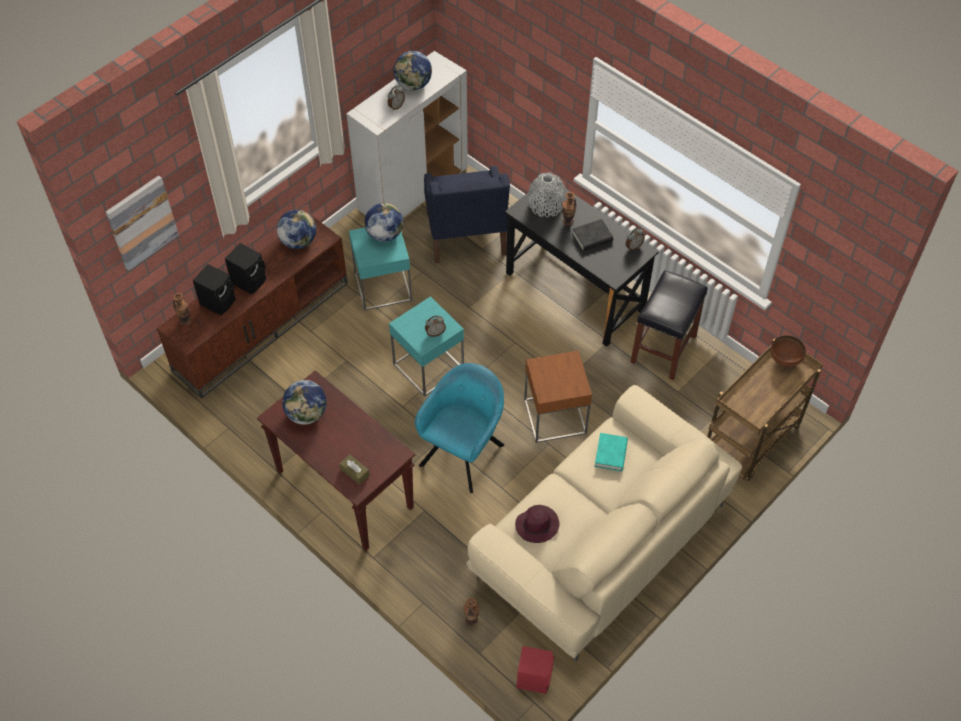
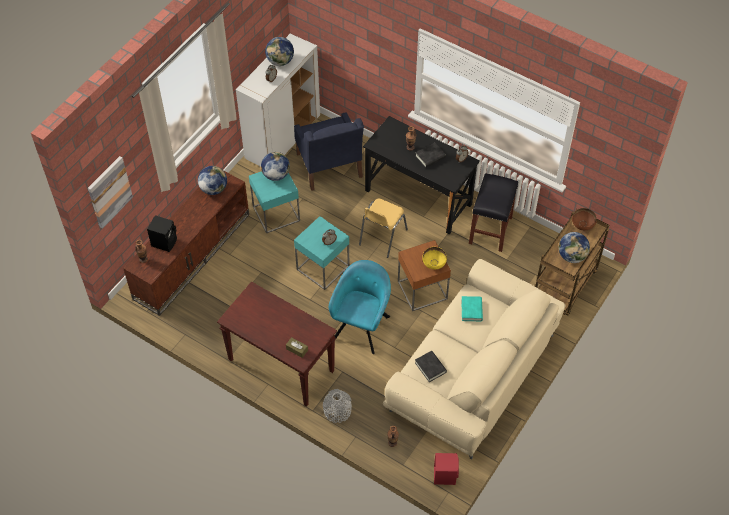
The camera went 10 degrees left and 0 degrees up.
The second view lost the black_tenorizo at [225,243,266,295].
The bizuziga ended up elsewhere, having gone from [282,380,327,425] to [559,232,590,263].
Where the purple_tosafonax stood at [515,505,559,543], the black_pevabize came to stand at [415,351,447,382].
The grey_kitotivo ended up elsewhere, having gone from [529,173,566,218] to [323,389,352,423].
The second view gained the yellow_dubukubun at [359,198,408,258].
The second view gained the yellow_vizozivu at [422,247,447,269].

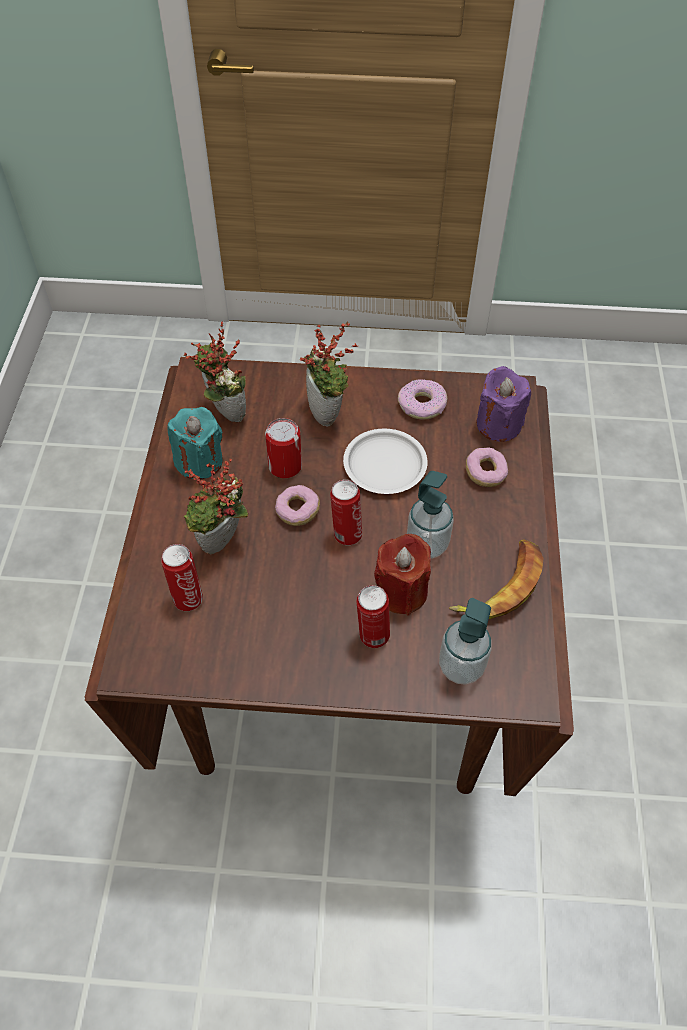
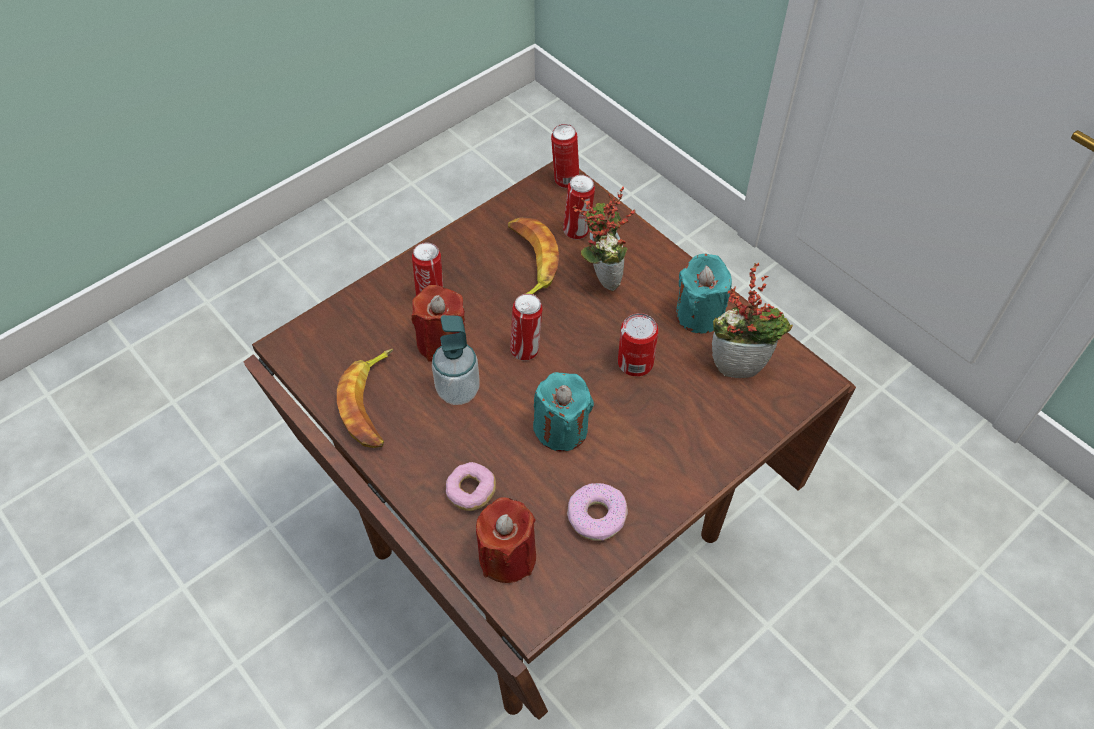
The camera went 135 degrees right and 0 degrees up.
The second view lost the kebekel at [275,485,320,526].
The second view lost the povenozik at [300,321,358,427].
Where the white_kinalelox stood at [343,429,427,494], the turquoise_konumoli came to stand at [533,372,594,451].
The second view lost the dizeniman at [439,598,492,685].
What was the purple_konumoli at [477,366,531,442] turned into the red_konumoli at [476,497,536,583].
The second view gained the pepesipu at [508,217,559,294].
The second view gained the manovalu at [551,124,579,188].

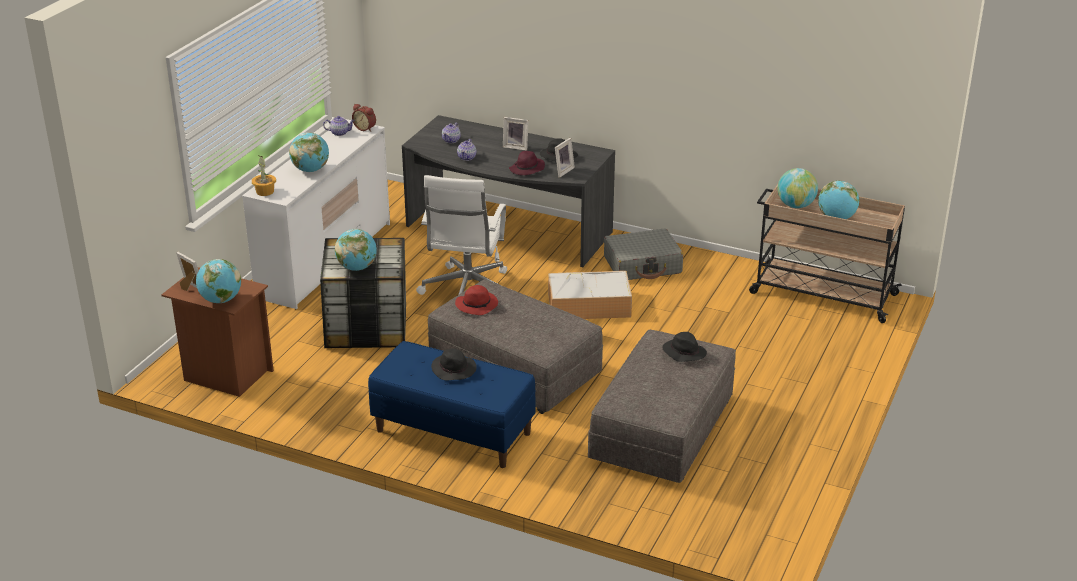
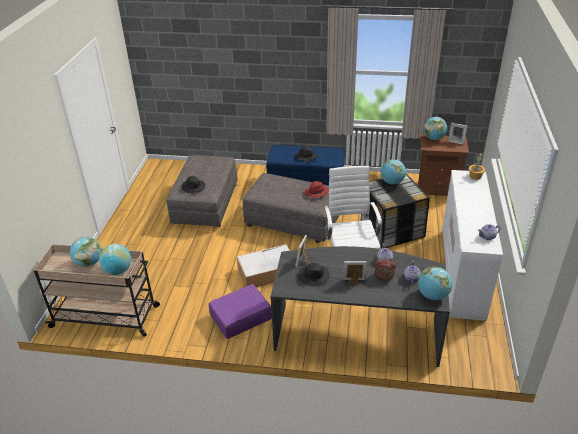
The camera went 165 degrees right and 5 degrees up.
The bizuziga ended up elsewhere, having gone from [289,132,329,172] to [418,267,452,300].
The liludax ended up elsewhere, having gone from [352,104,376,132] to [375,259,396,280].
The second view lost the purple_tosafonax at [509,151,545,175].
What was the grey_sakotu at [604,228,683,280] turned into the purple_sakotu at [208,284,272,339].

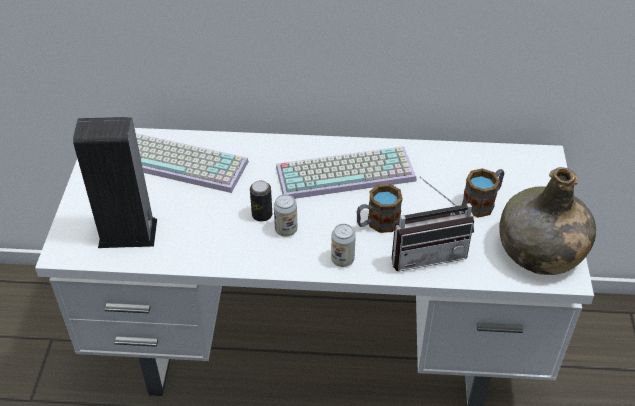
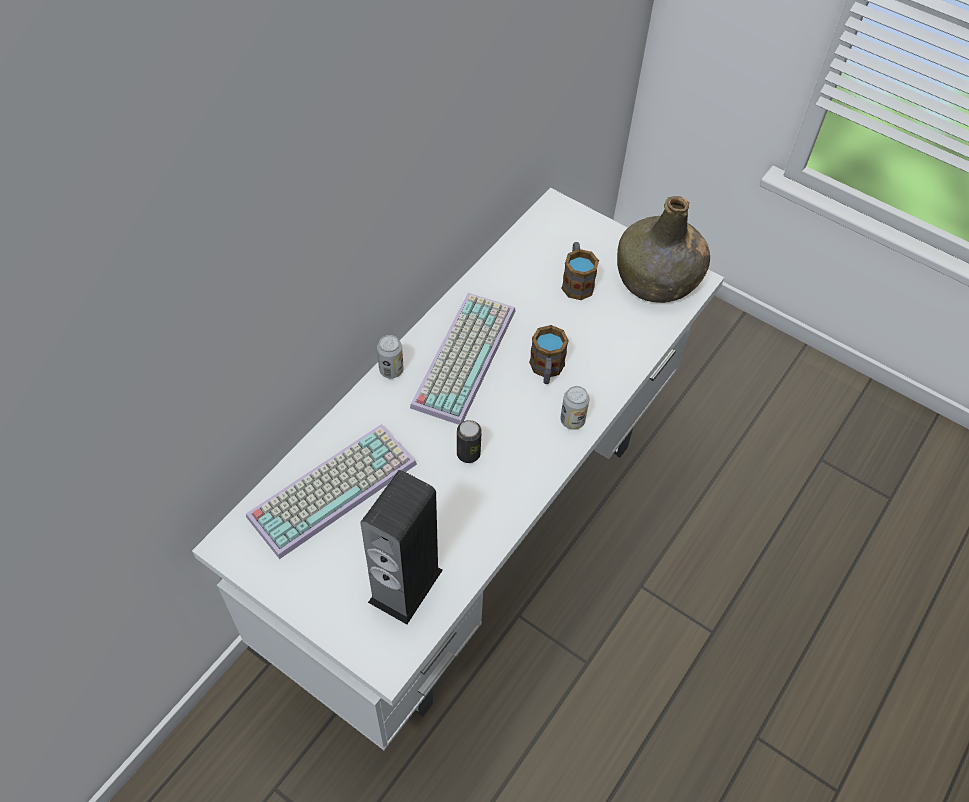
The camera went 60 degrees left and 10 degrees up.
The manovalu ended up elsewhere, having gone from [274,194,297,237] to [377,335,403,379].
The second view lost the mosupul at [392,177,474,272].

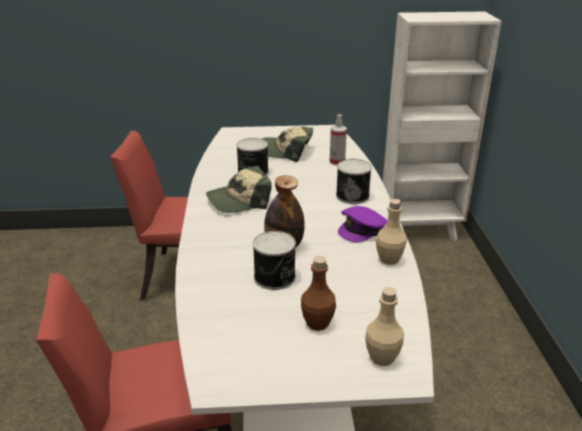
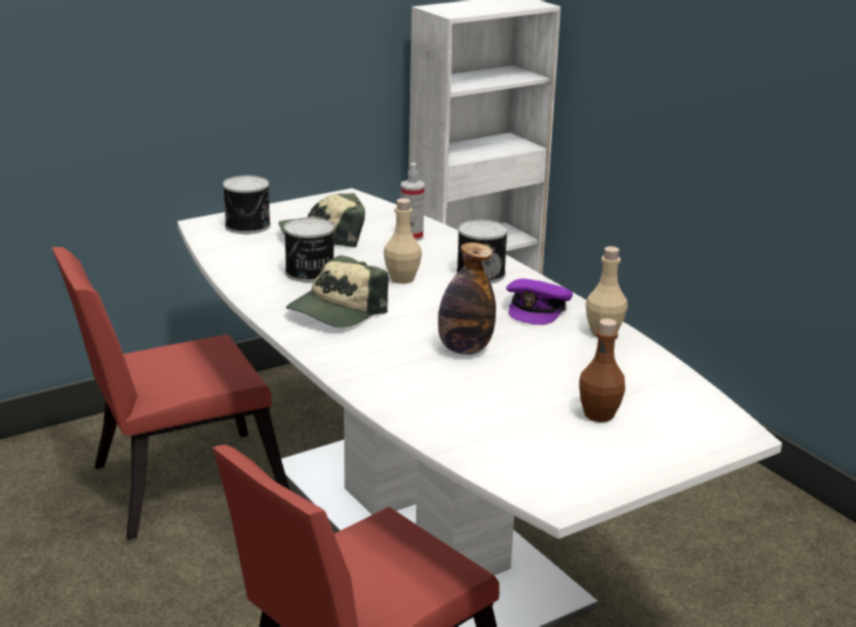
The camera went 30 degrees left and 5 degrees down.
The manovalu ended up elsewhere, having gone from [253,231,296,290] to [223,175,271,234].
The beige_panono ended up elsewhere, having gone from [365,287,404,366] to [384,198,422,284].

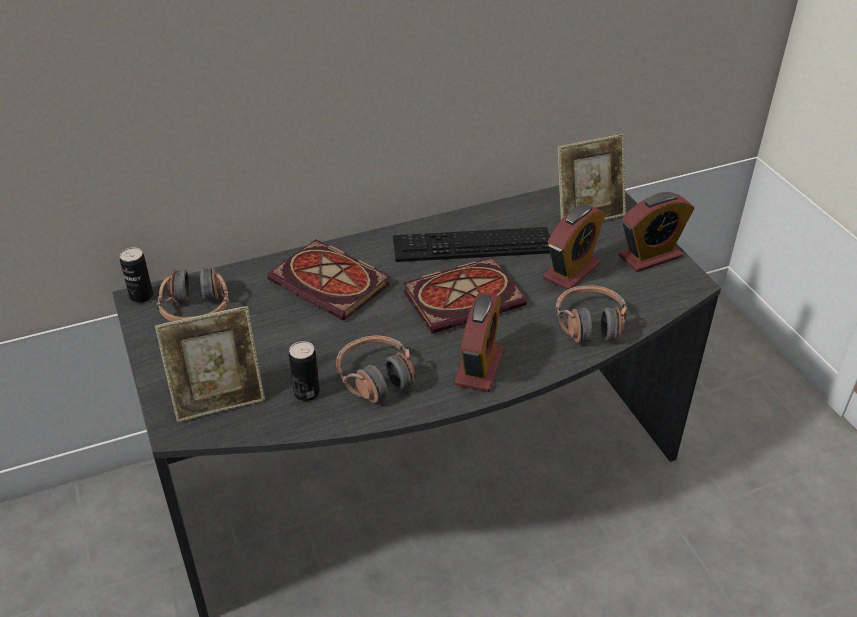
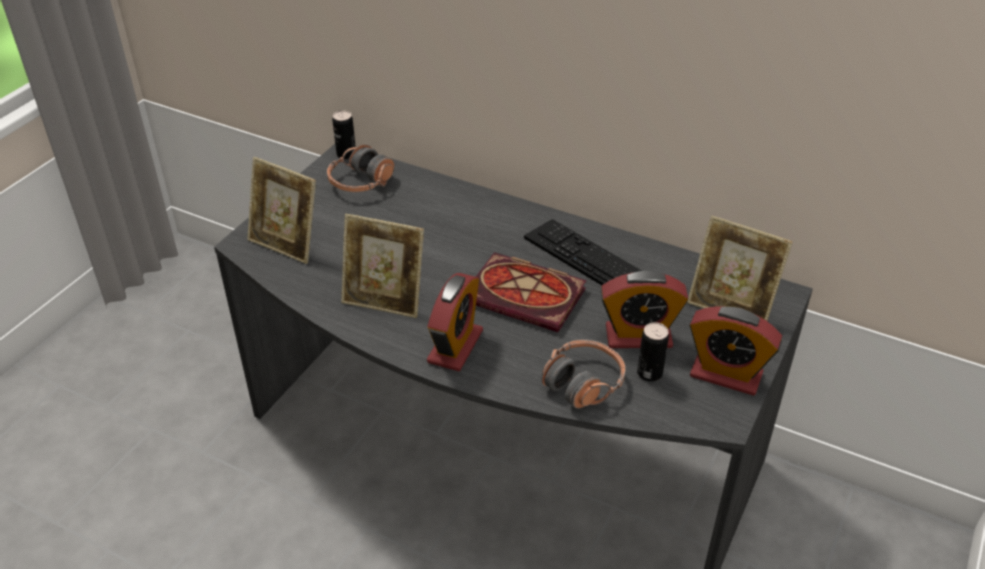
The camera went 50 degrees right and 0 degrees up.
The second view lost the pevabize at [267,239,390,320].
The manovalu ended up elsewhere, having gone from [289,341,320,401] to [637,322,669,381].
Where the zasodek stood at [336,336,415,403], the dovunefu came to stand at [341,214,424,318].
The liludax at [454,292,504,392] ended up facing another way, 45 degrees counterclockwise from before.

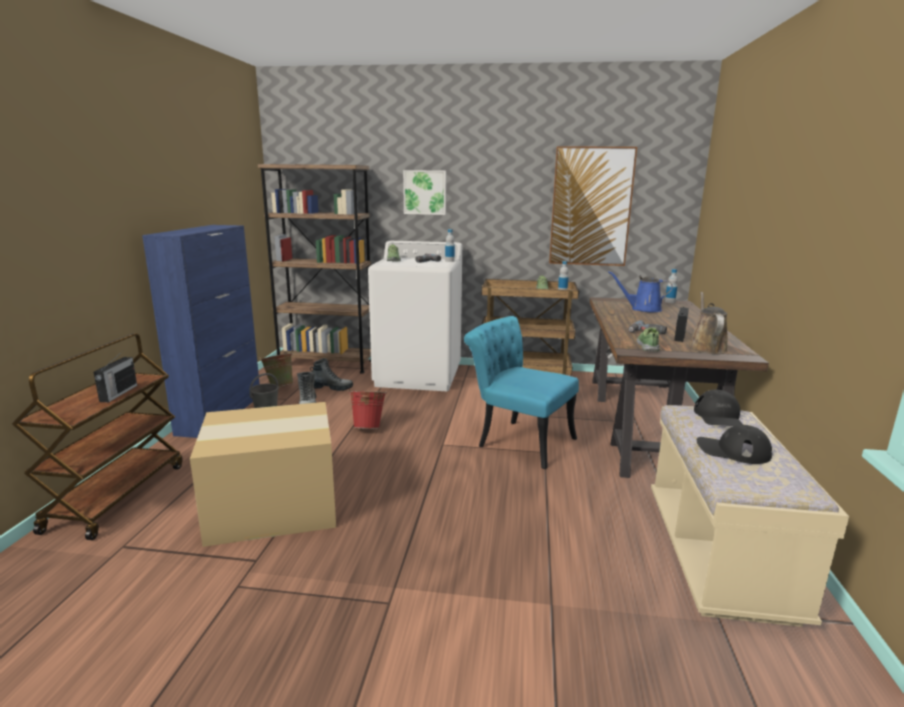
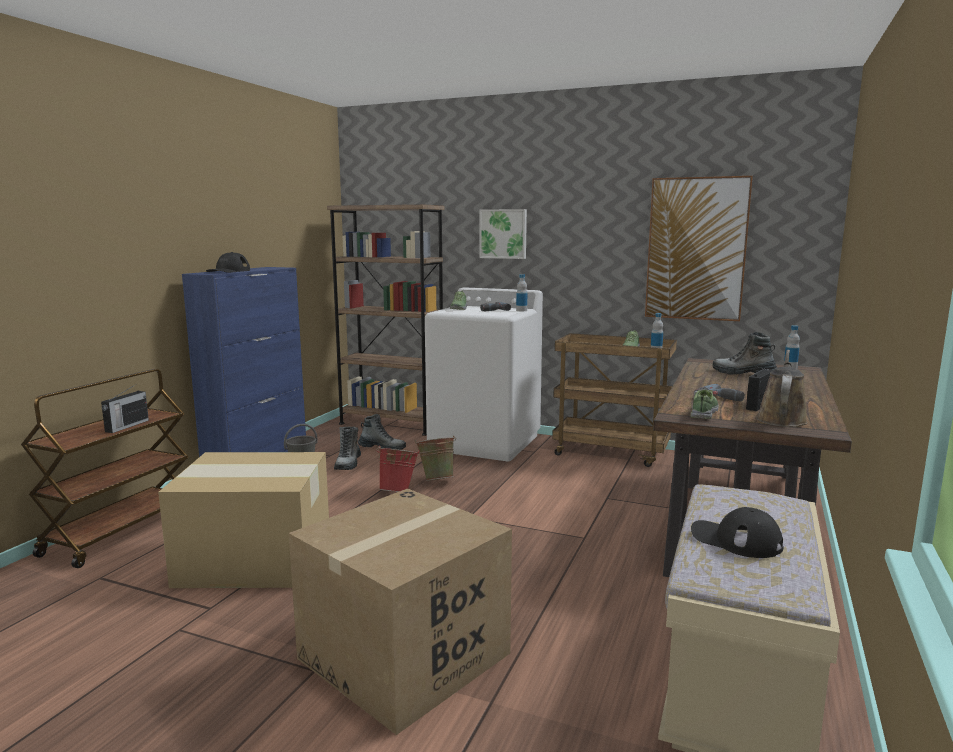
The camera went 15 degrees right and 5 degrees down.
The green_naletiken ended up elsewhere, having gone from [260,352,293,387] to [415,436,456,481].
The second view lost the turquoise_dubukubun at [464,316,579,469].
Where the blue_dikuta stood at [608,271,673,312], the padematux came to stand at [712,332,777,375].
The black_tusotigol ended up elsewhere, having gone from [694,390,743,426] to [206,252,250,273].
The second view gained the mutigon at [289,488,512,735].

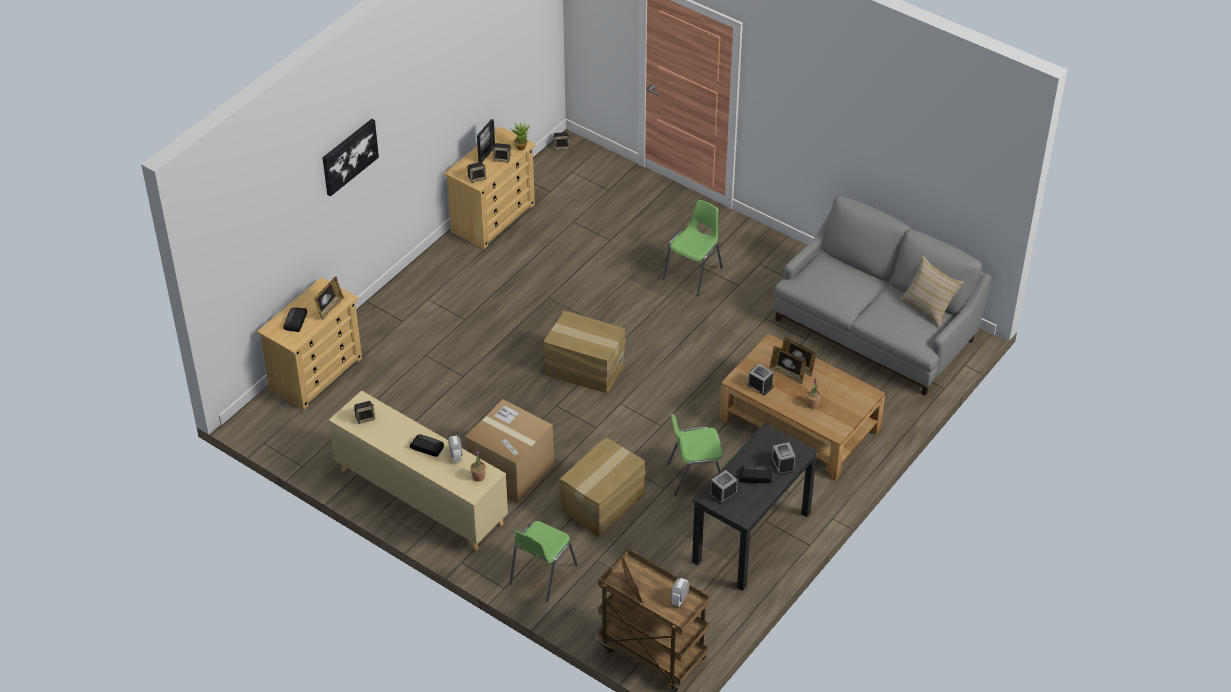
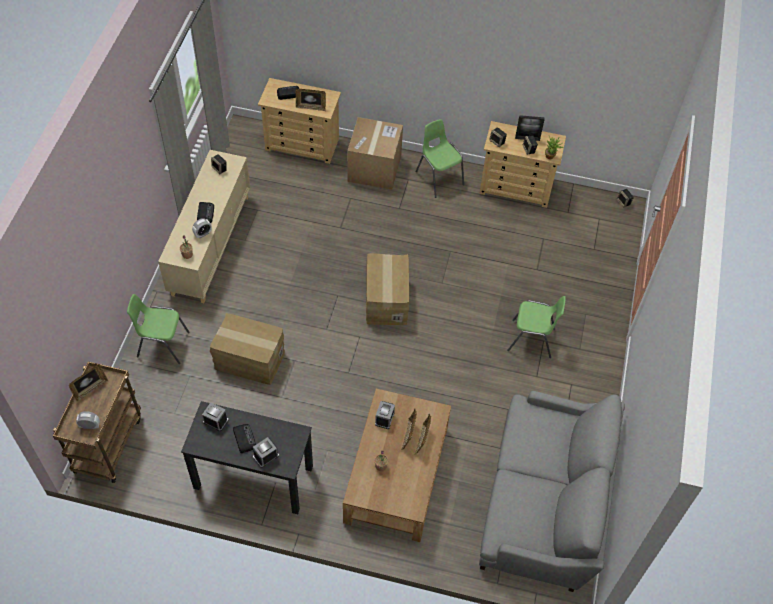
The camera went 65 degrees right and 10 degrees up.
The second view lost the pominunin at [322,119,379,196].
The mutigon ended up elsewhere, having gone from [466,399,554,504] to [347,117,403,190].
The green_dubukubun ended up elsewhere, having gone from [667,414,723,496] to [415,119,464,198].
The second view lost the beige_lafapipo at [900,256,964,327].

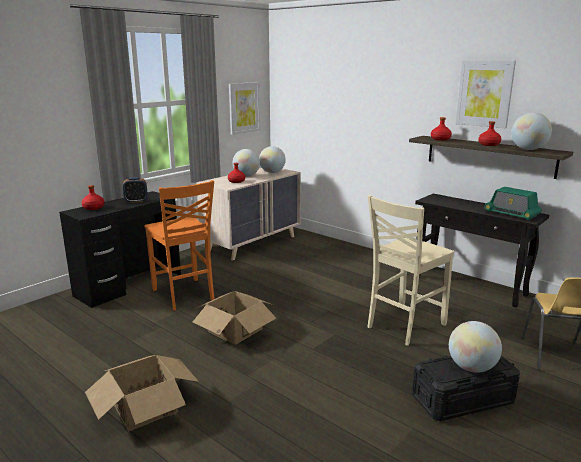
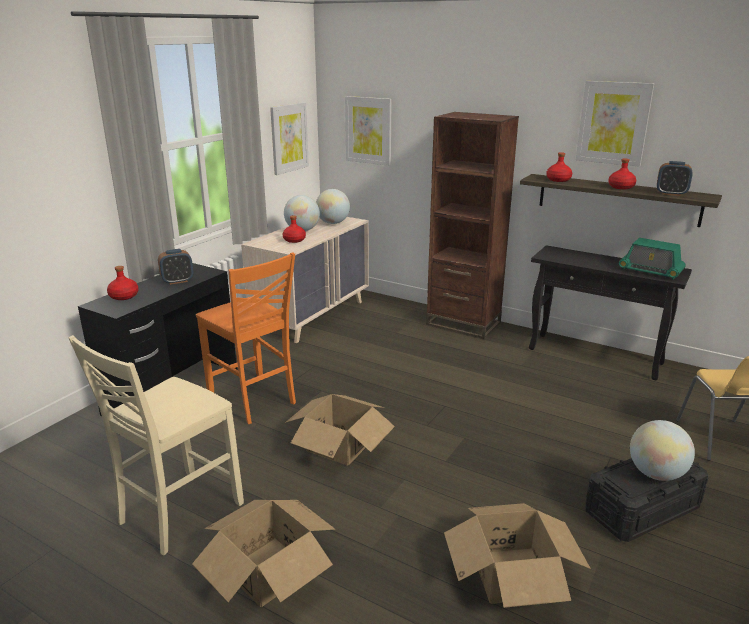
The camera went 10 degrees left and 5 degrees up.
The beige_dubukubun ended up elsewhere, having gone from [367,195,454,346] to [68,335,244,555].
Where the bizuziga stood at [511,112,552,150], the liludax came to stand at [657,161,693,196].
The second view gained the pominunin at [345,96,392,166].
The second view gained the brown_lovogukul at [426,112,519,339].
The second view gained the mutigon at [444,503,591,608].

